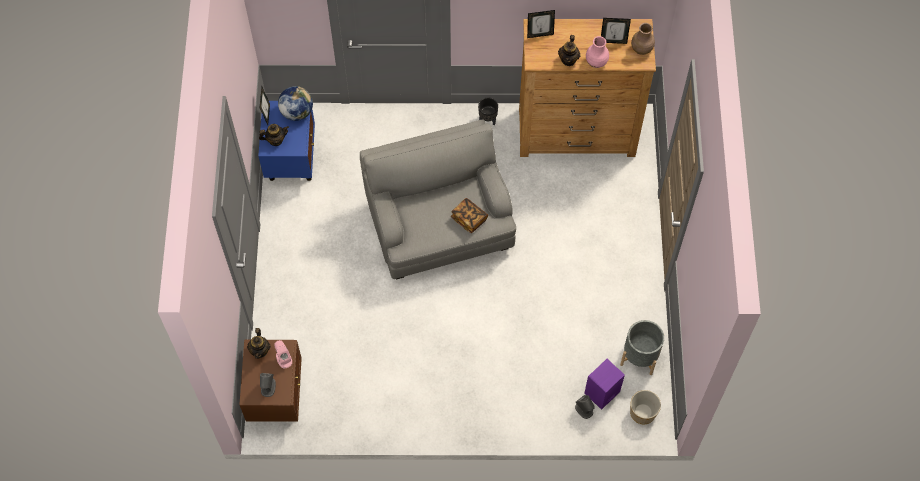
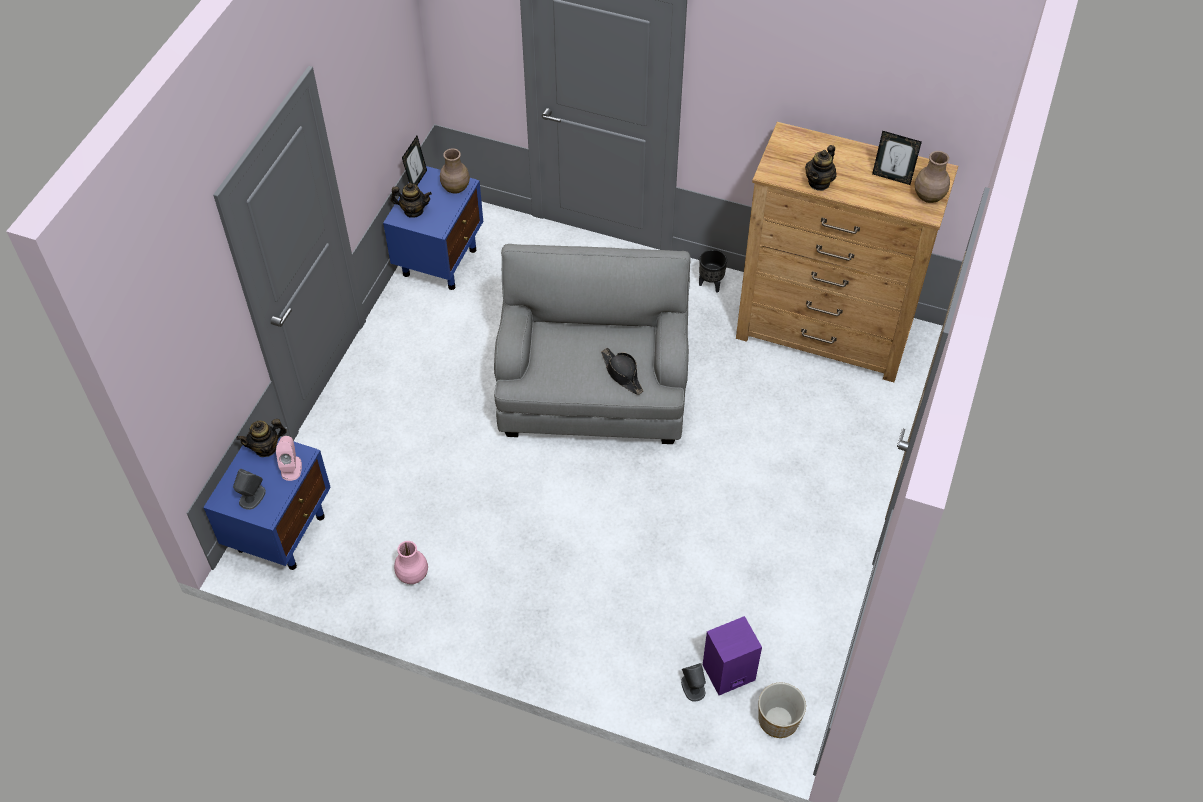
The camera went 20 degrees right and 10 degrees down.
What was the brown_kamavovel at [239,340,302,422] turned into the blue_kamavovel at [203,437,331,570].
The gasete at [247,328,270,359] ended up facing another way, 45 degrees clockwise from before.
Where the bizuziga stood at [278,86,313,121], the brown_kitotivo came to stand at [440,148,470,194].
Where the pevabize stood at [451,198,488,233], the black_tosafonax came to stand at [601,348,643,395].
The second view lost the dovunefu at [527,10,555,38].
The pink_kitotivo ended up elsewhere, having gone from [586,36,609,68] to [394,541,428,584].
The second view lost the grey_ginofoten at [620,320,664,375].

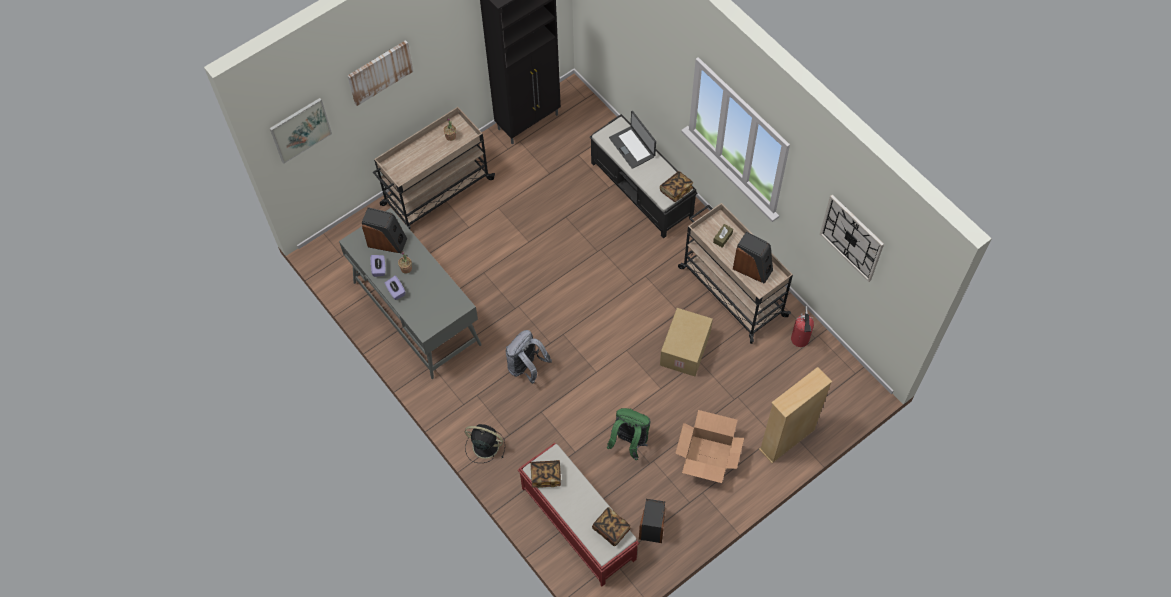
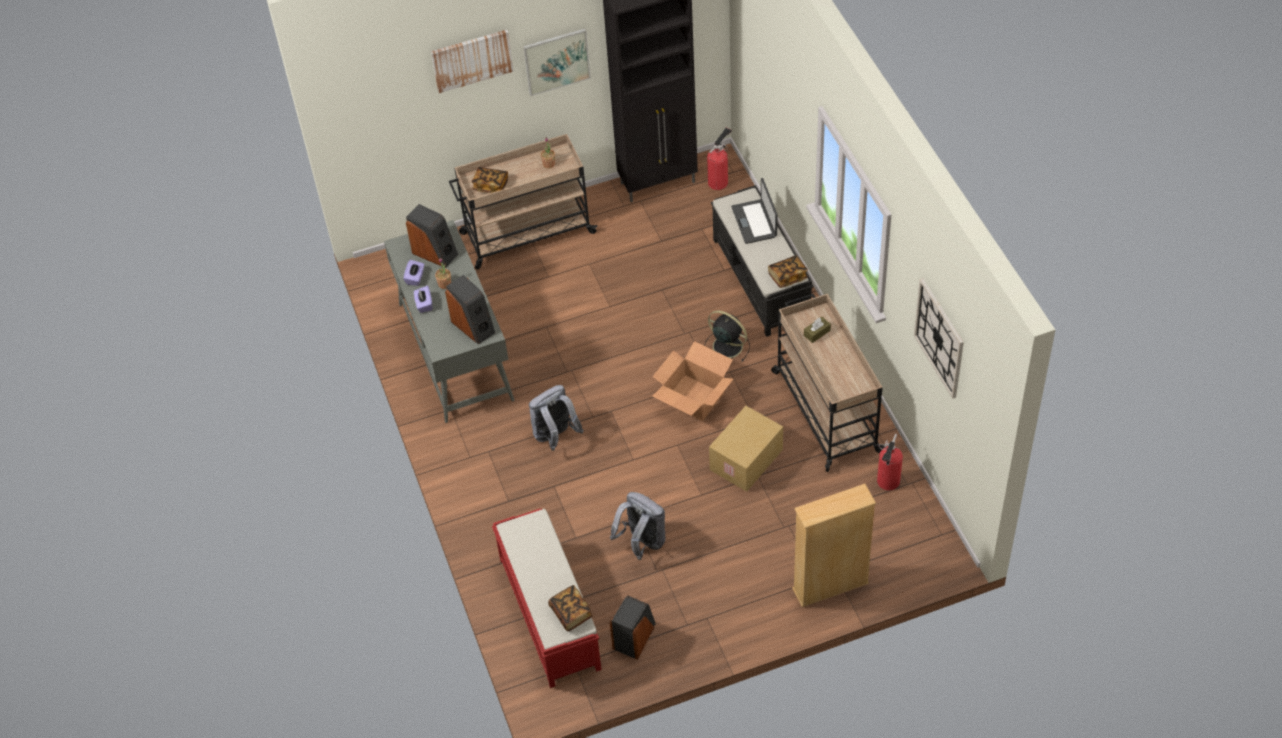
The camera went 20 degrees right and 10 degrees down.
The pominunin ended up elsewhere, having gone from [270,98,332,164] to [523,28,591,96].
The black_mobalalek ended up elsewhere, having gone from [465,424,505,463] to [704,311,750,362].
The pevabize ended up elsewhere, having gone from [530,460,561,488] to [472,167,508,193].
What was the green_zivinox at [607,408,651,460] turned into the grey_zivinox at [610,492,666,560].
The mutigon ended up elsewhere, having gone from [675,410,744,483] to [652,341,733,421].
The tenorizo ended up elsewhere, having gone from [733,232,773,284] to [445,275,495,344].
The second view gained the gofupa at [707,128,732,190].

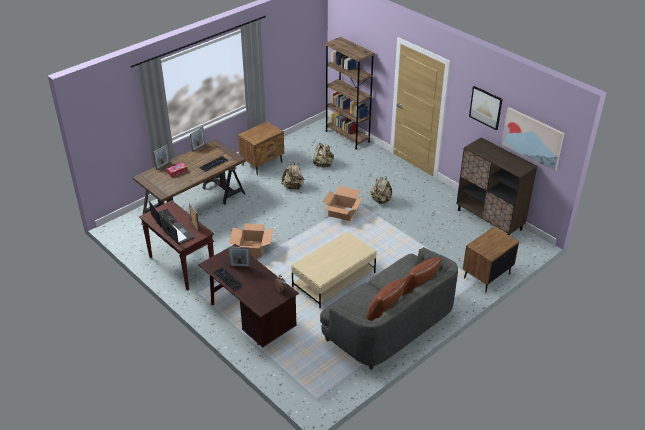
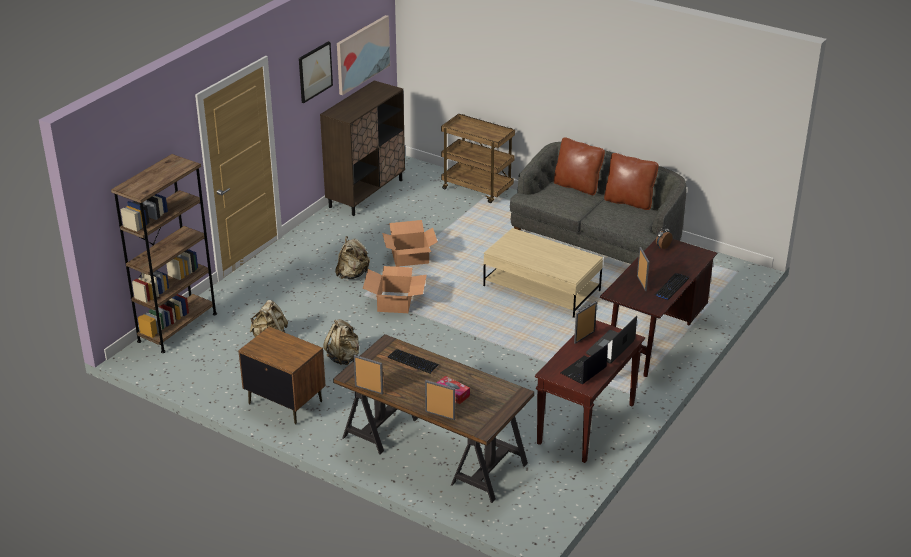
The camera went 105 degrees left and 5 degrees down.
The mutigon ended up elsewhere, having gone from [229,224,273,257] to [382,220,438,267].
Where the brown_kamavovel stood at [463,227,519,292], the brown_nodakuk came to stand at [441,114,515,203].

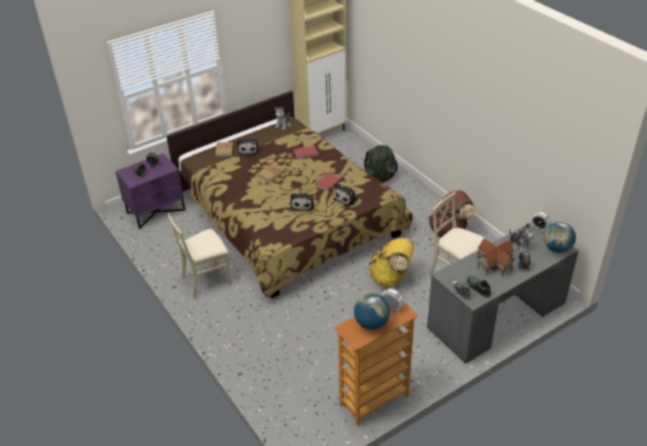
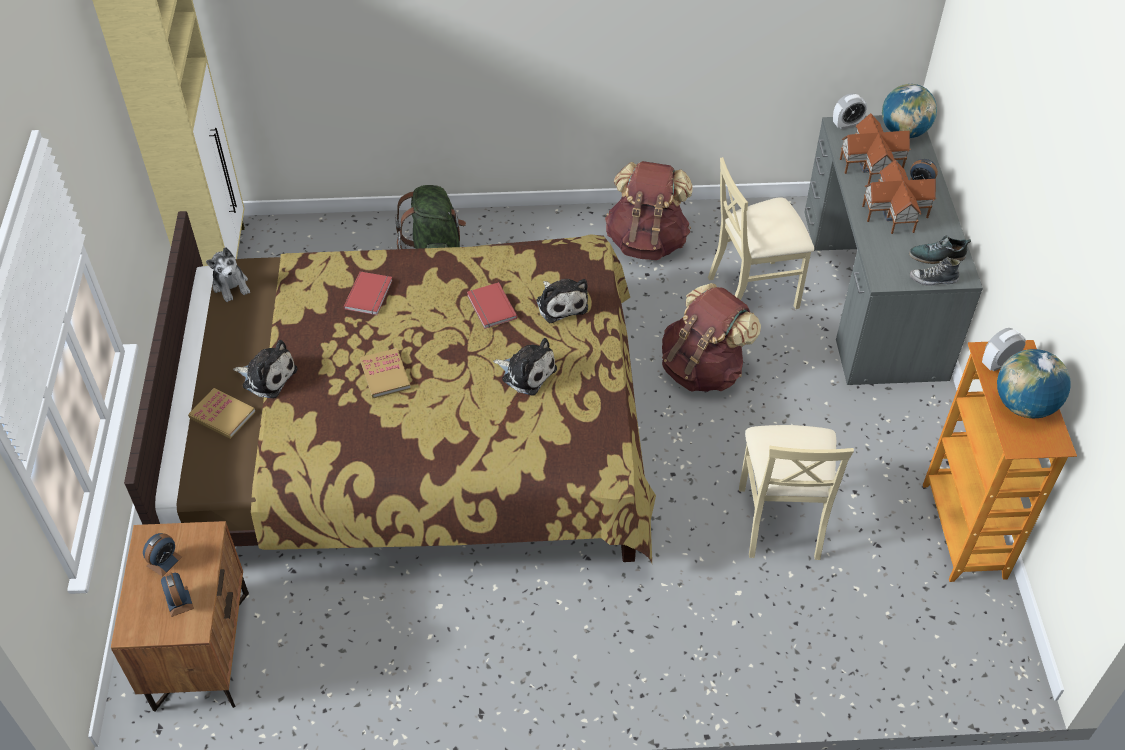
The camera went 60 degrees left and 10 degrees up.
What was the purple_kamavovel at [115,153,185,229] turned into the brown_kamavovel at [111,521,249,711].
The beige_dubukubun ended up elsewhere, having gone from [168,213,231,297] to [739,425,854,560].
What was the yellow_zivinox at [369,237,414,287] turned into the brown_zivinox at [662,283,761,392].
Where the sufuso stood at [509,223,533,252], the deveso came to stand at [840,113,911,184].

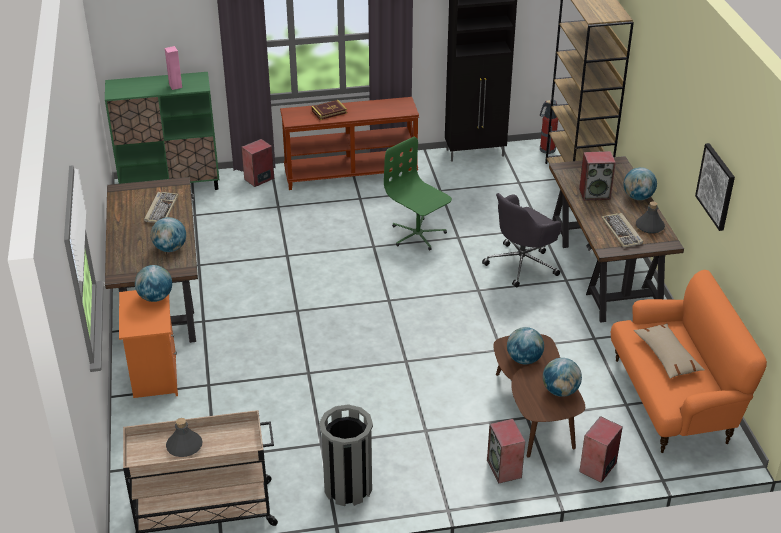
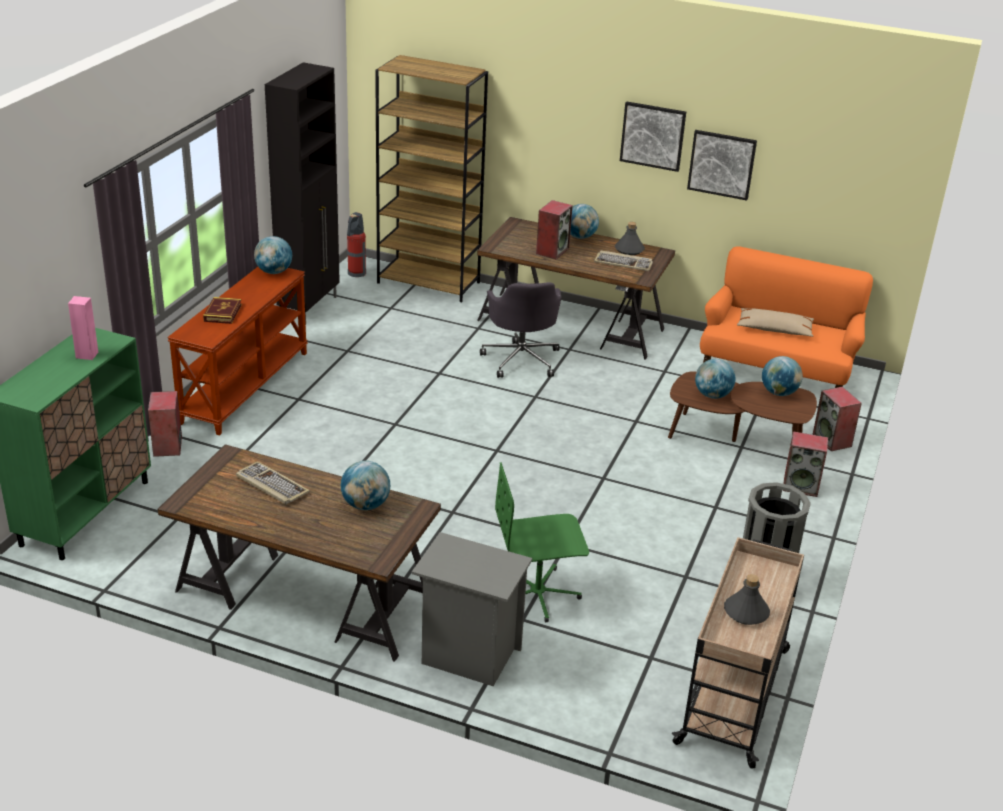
The camera went 60 degrees left and 5 degrees down.
What was the orange_kamavovel at [119,290,178,398] turned into the grey_kamavovel at [412,532,532,686].
The bizuziga ended up elsewhere, having gone from [135,265,172,302] to [254,236,292,274].
The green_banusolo ended up elsewhere, having gone from [384,137,452,250] to [495,462,589,622].
The second view gained the pominunin at [620,102,686,172].

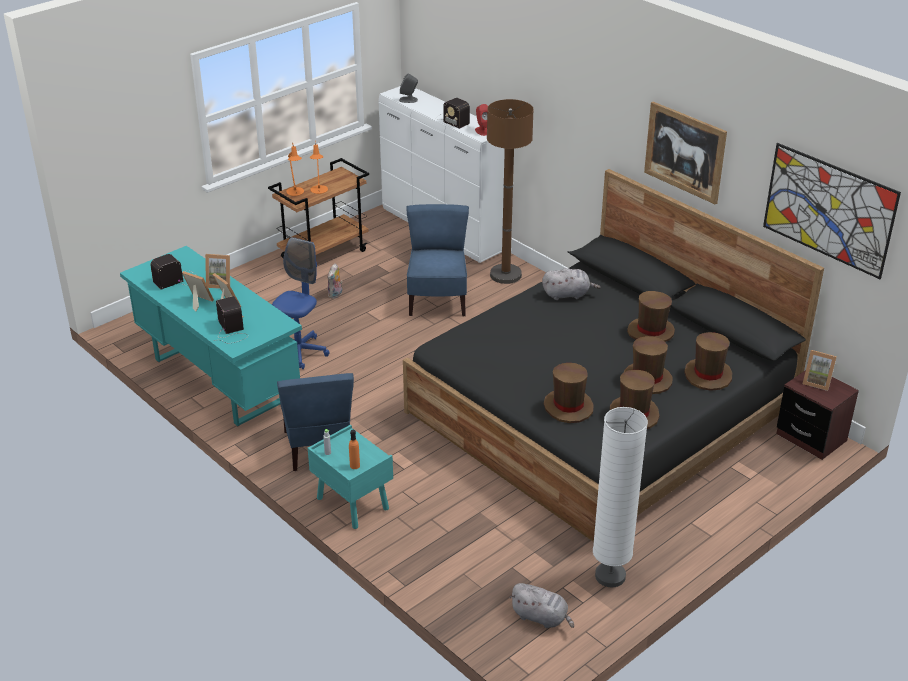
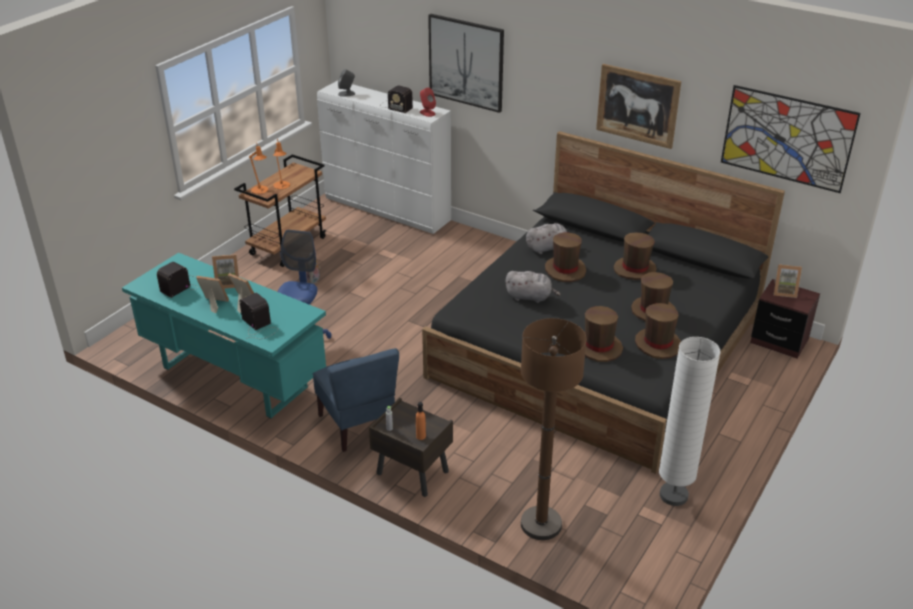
The camera went 15 degrees left and 0 degrees up.
What was the turquoise_kamavovel at [308,425,393,529] turned into the brown_kamavovel at [369,398,453,497].
The second view lost the blue_dubukubun at [406,204,469,317].
The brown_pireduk ended up elsewhere, having gone from [487,99,534,284] to [521,318,587,540].
The grey_sufuso ended up elsewhere, having gone from [510,583,574,628] to [505,271,561,303].
The brown_tosafonax ended up elsewhere, having gone from [684,332,733,391] to [545,233,586,282].
The second view gained the pominunin at [428,14,504,113].

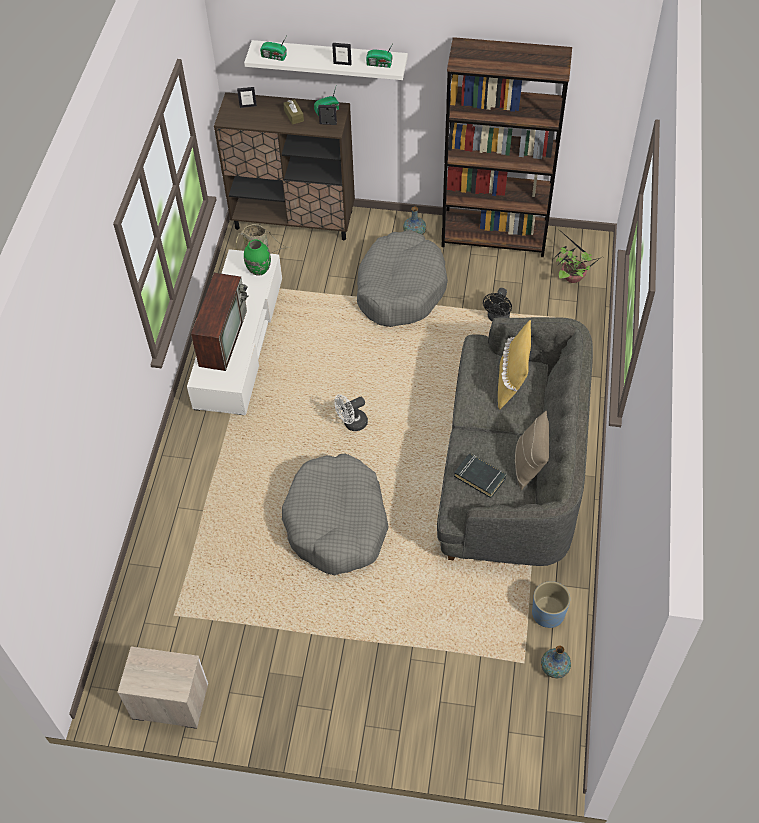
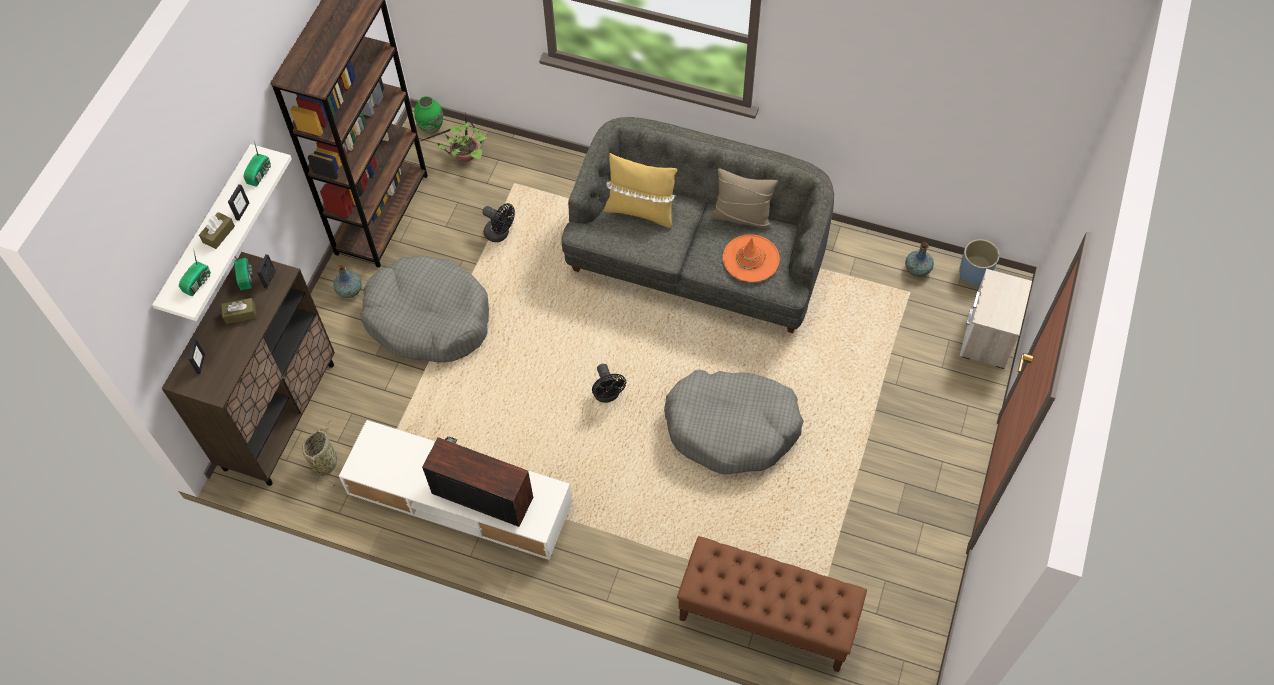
The camera went 80 degrees left and 5 degrees up.
The kamavovel ended up elsewhere, having gone from [117,646,208,729] to [960,269,1032,369].
The green_kitotivo ended up elsewhere, having gone from [244,239,271,276] to [414,96,443,133].
What was the white_mobalalek at [334,394,368,431] turned into the black_mobalalek at [592,364,626,403].
Where the black_pevabize stood at [454,453,506,498], the orange_tosafonax came to stand at [723,234,780,282].
The blue_ginofoten ended up elsewhere, having gone from [532,581,570,628] to [959,239,1000,285].
The second view gained the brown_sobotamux at [199,212,235,249].
The second view gained the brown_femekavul at [677,536,867,672].

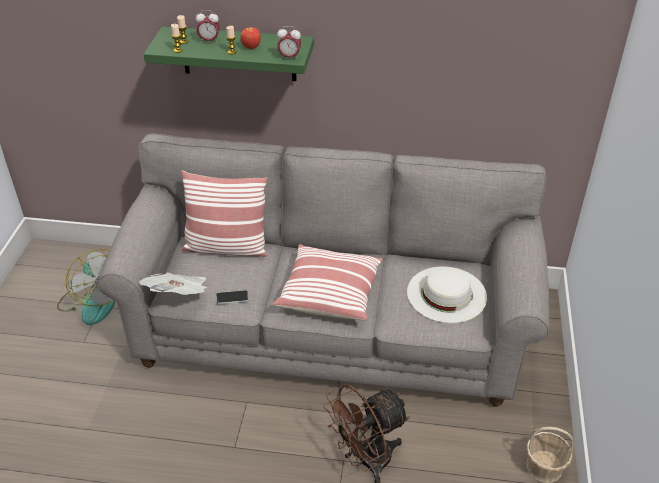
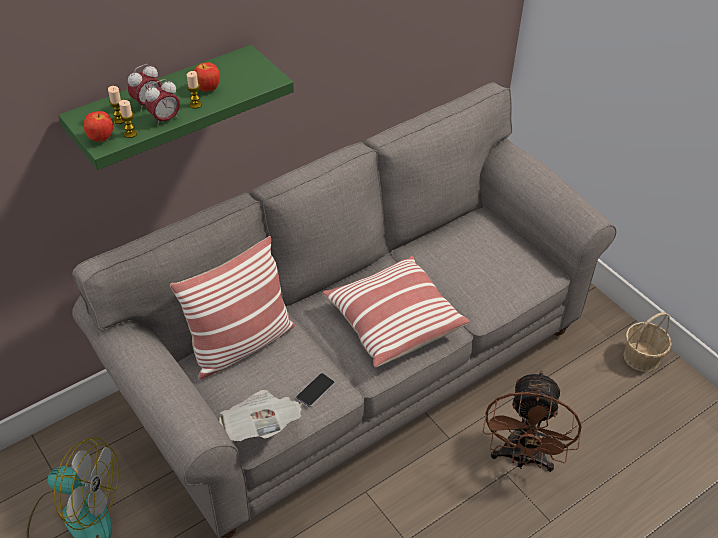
The camera went 45 degrees left and 5 degrees up.
The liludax ended up elsewhere, having gone from [277,26,301,60] to [145,79,180,126].
The second view lost the white_tosafonax at [407,266,487,323].
The second view gained the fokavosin at [84,111,113,142].

